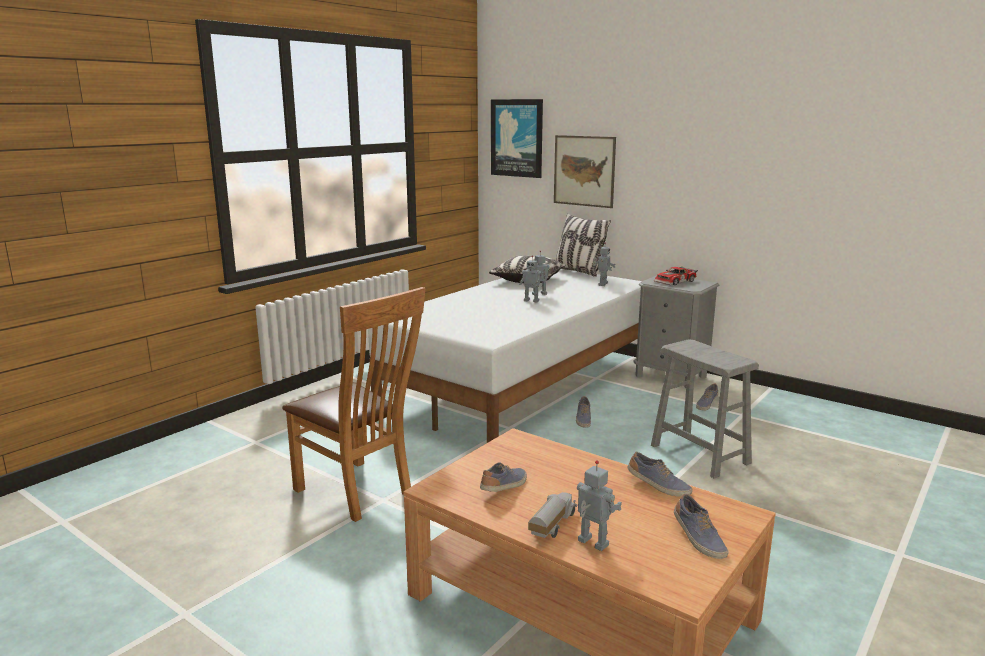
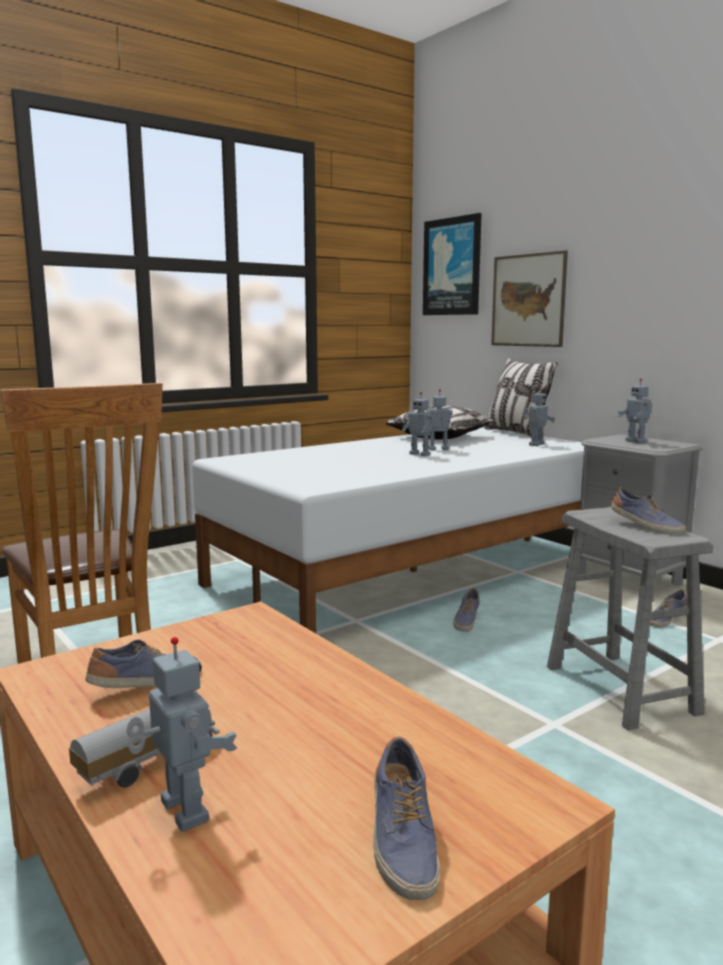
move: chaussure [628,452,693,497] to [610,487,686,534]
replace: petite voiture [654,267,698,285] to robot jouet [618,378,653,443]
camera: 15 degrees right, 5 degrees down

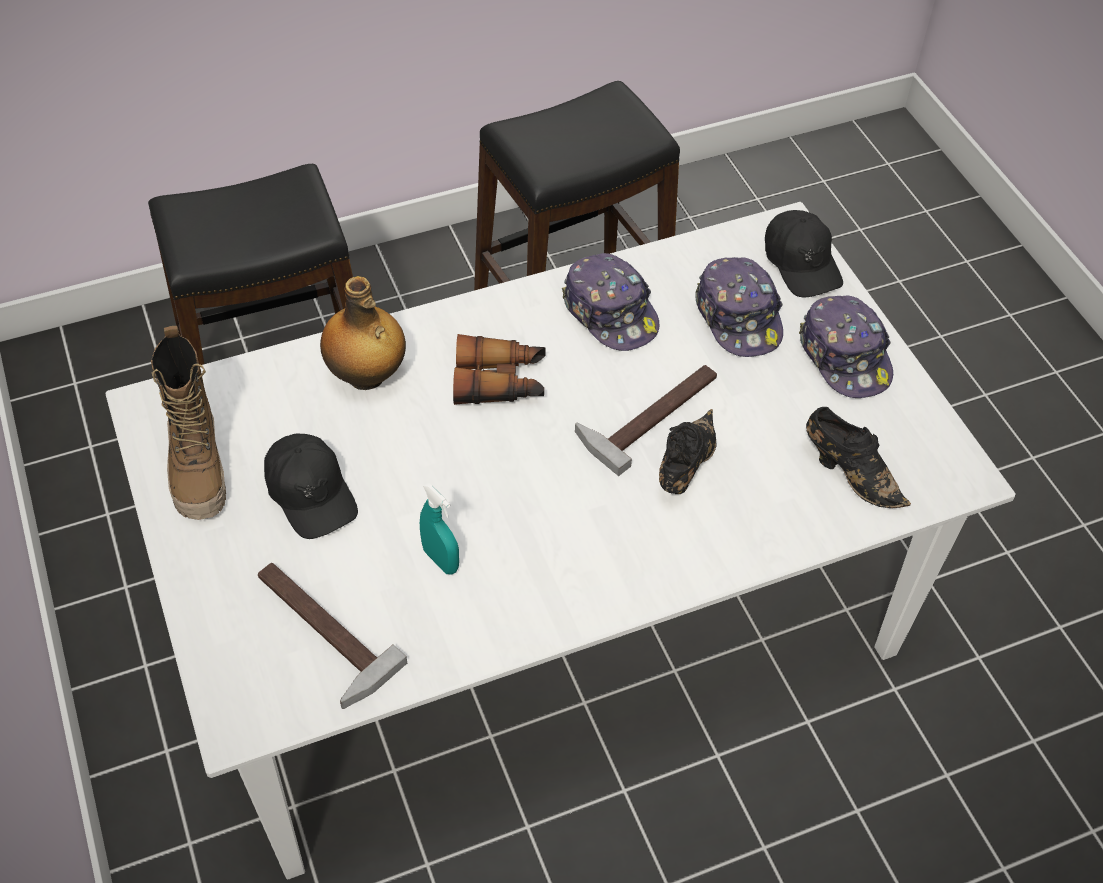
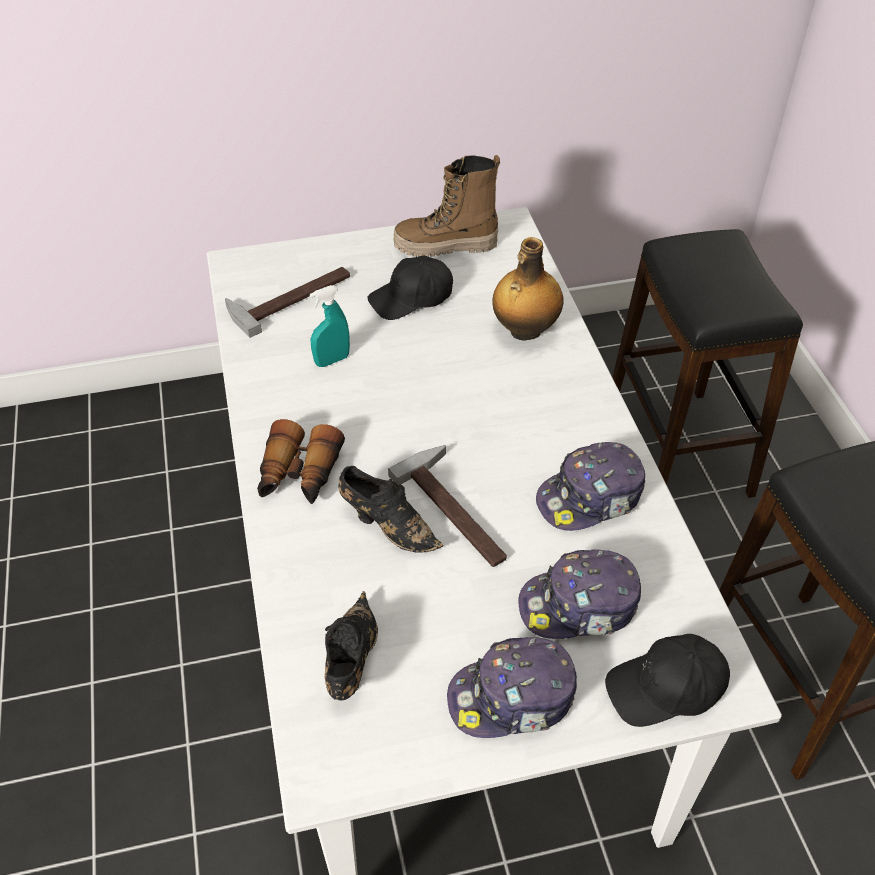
move: jumelles [453,334,546,405] to [257,419,345,504]
rotate: chaussure/noir [806,407,911,508] = [325,591,378,700] 135 degrees clockwise
camera: 100 degrees right, 5 degrees down

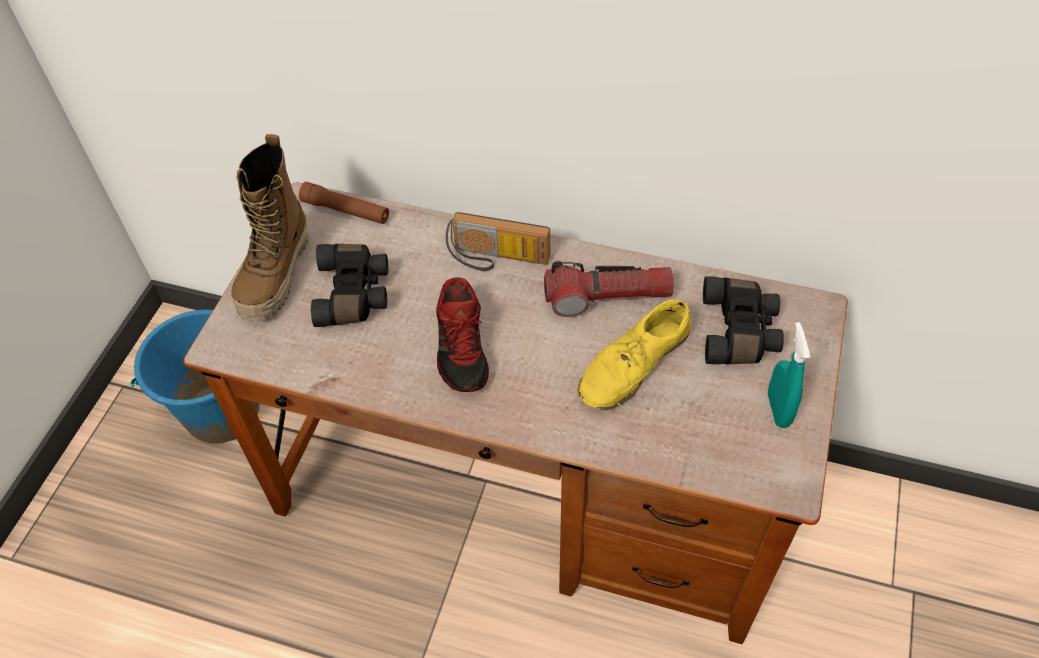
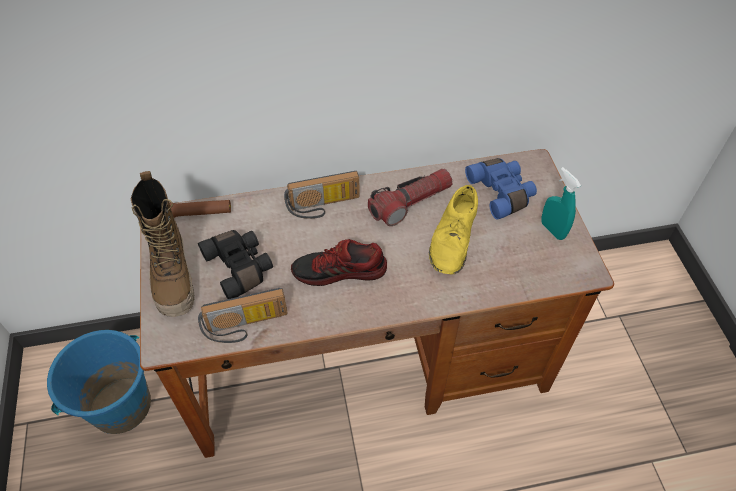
insert: radio [198,288,288,343]
recolor: jumelles/noir [703,276,784,364] to jumelles/bleu [465,158,537,220]
rotate: chaussure [436,277,489,392] = [291,239,387,286] 120 degrees clockwise
camera: 30 degrees left, 0 degrees up

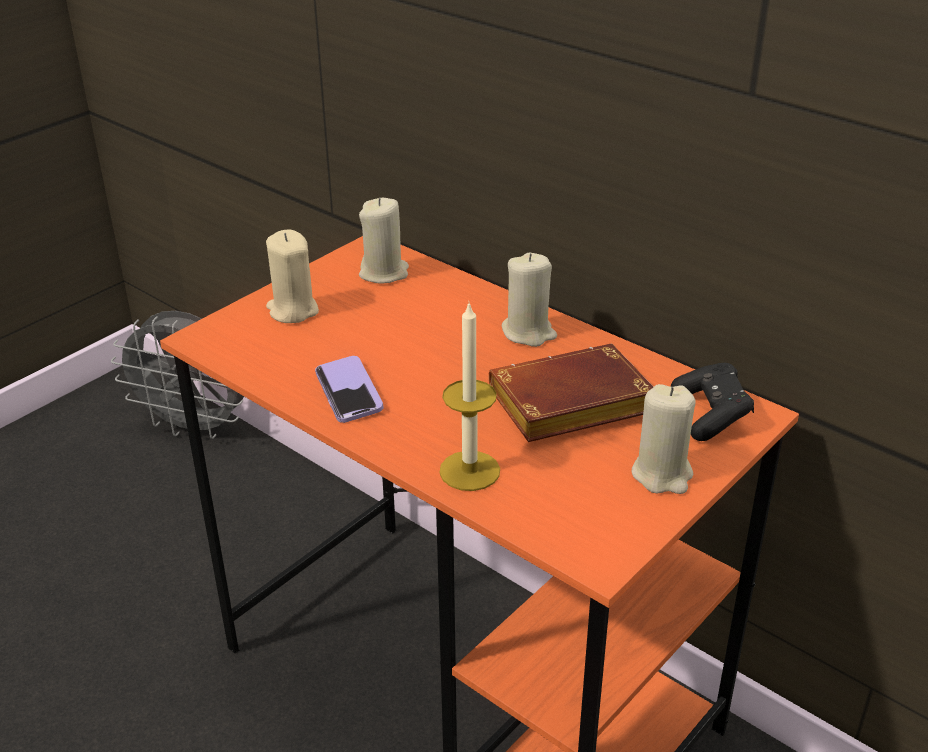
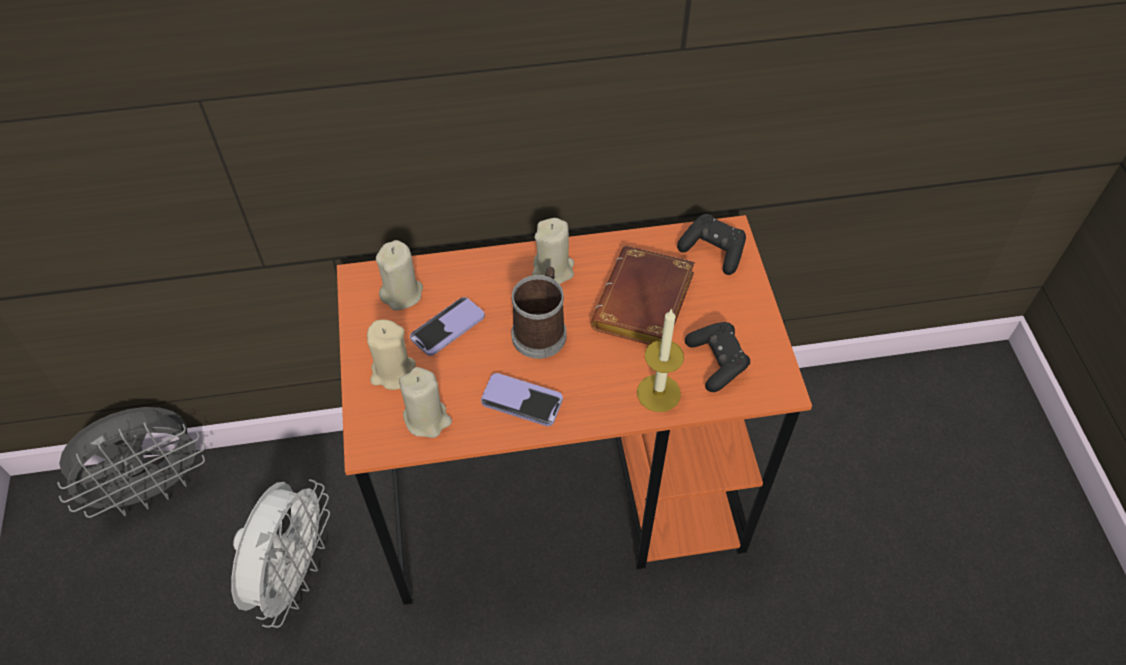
insert: ventilateur/blanc [231,479,330,628]; téléphone [410,297,485,356]; mug [511,267,567,359]; manette/noir [685,322,750,392]
move: bougie/beige [632,384,696,494] to [399,367,452,438]
camera: 50 degrees left, 20 degrees up

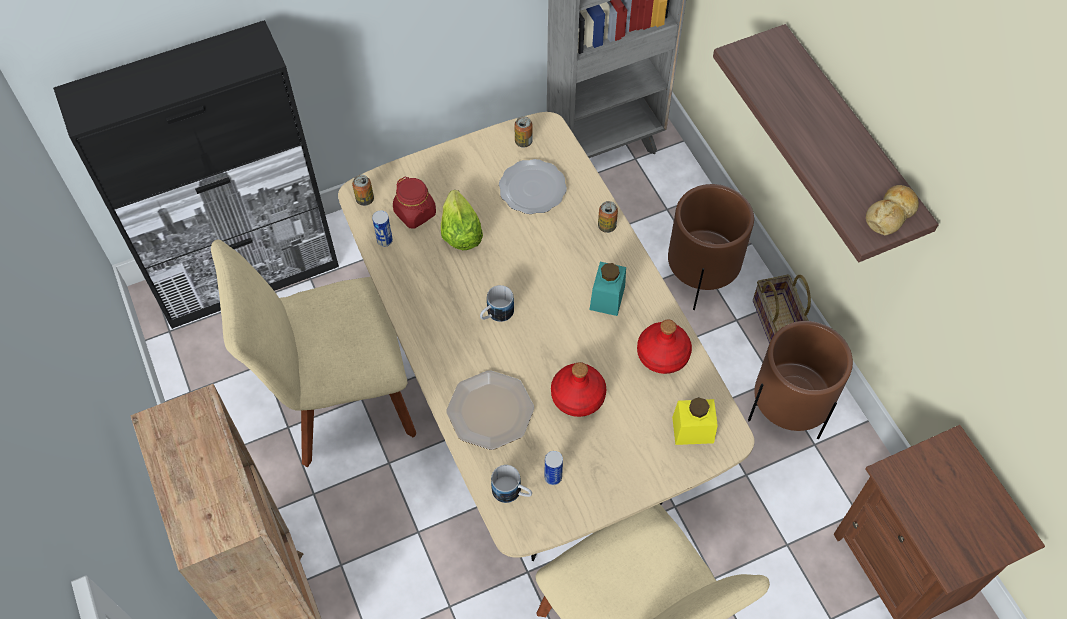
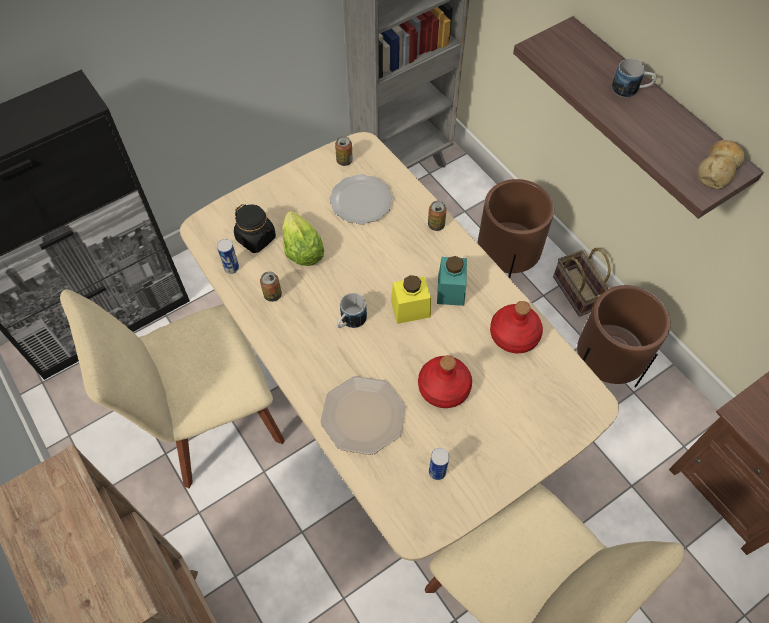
move: boîte métallique [352,174,374,206] to [260,272,282,302]; bocal/jaune [672,397,718,445] to [391,275,431,324]; mug [491,465,532,503] to [612,59,657,98]
recolor: bocal/rouge [393,177,436,229] to bocal/noir [234,204,276,253]
camera: 10 degrees left, 0 degrees up

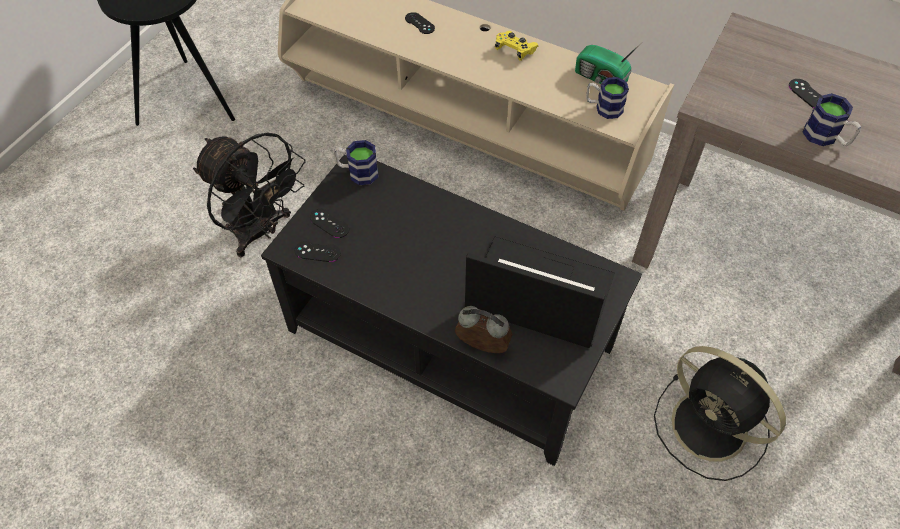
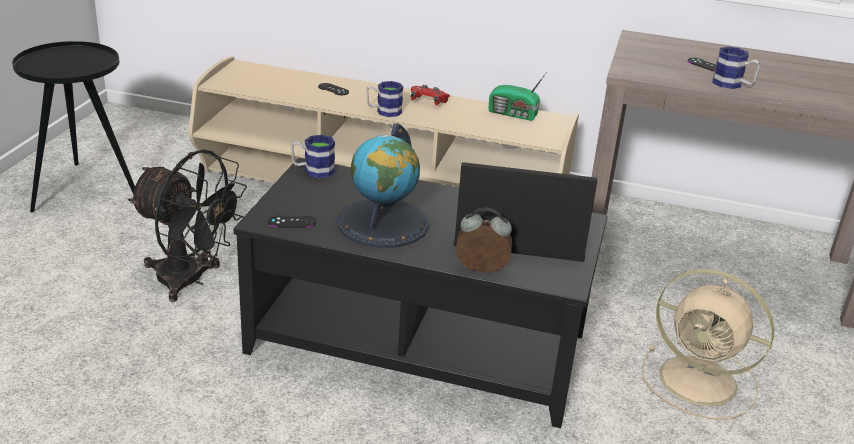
delete: manette/noir [310,209,349,238]
insert: globe [337,123,430,248]
move: mug [586,77,629,119] to [366,81,403,117]
recolor: manette/jaune [495,31,538,61] to manette/rouge [411,85,450,106]; ventilateur/noir [654,346,786,481] to ventilateur/beige [642,269,774,420]
camera: 15 degrees left, 25 degrees down

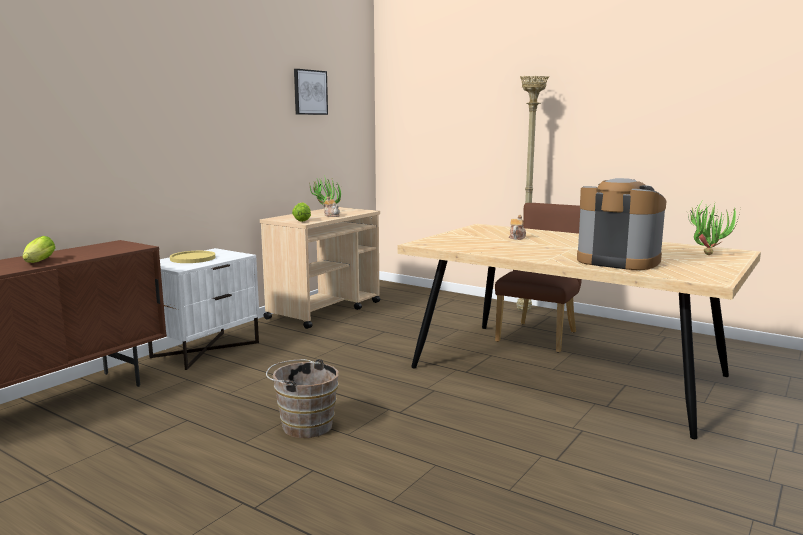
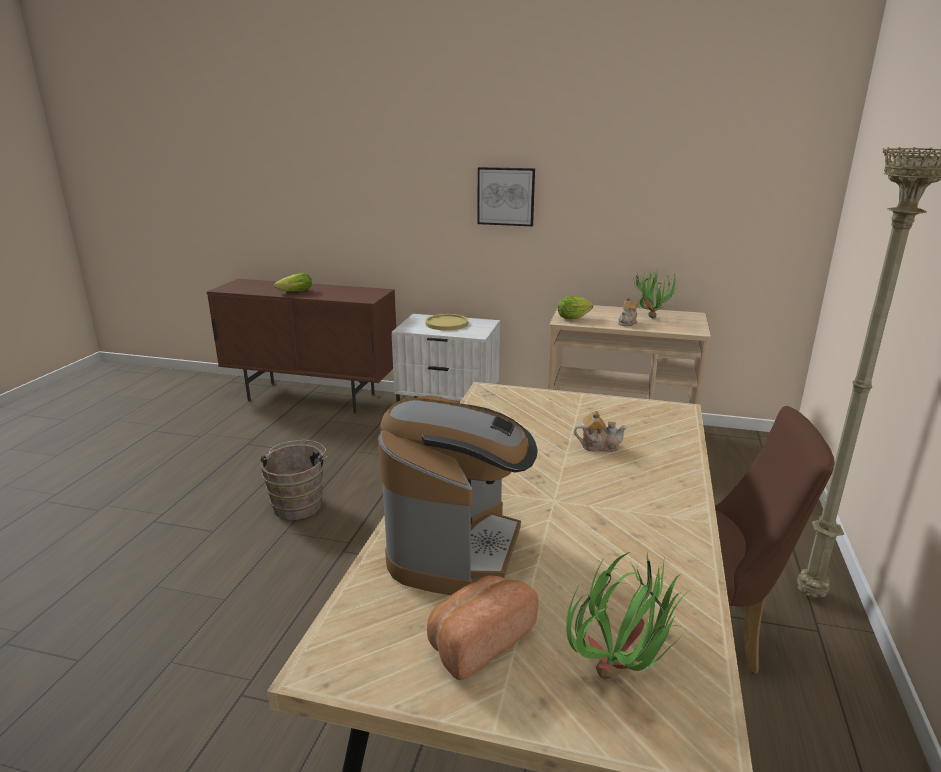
insert: pain [427,575,538,680]
move: tableau [294,69,328,115] to [477,167,535,226]
camera: 70 degrees right, 10 degrees up

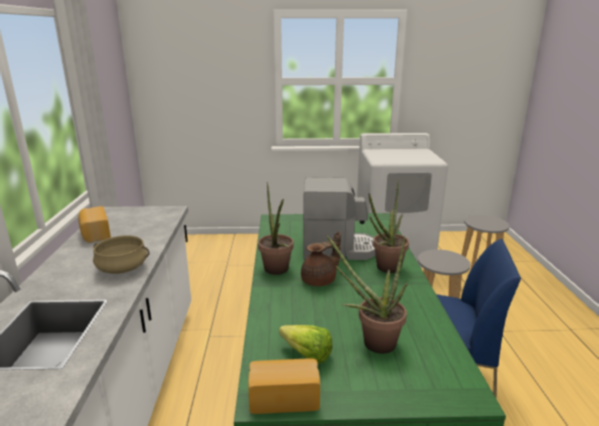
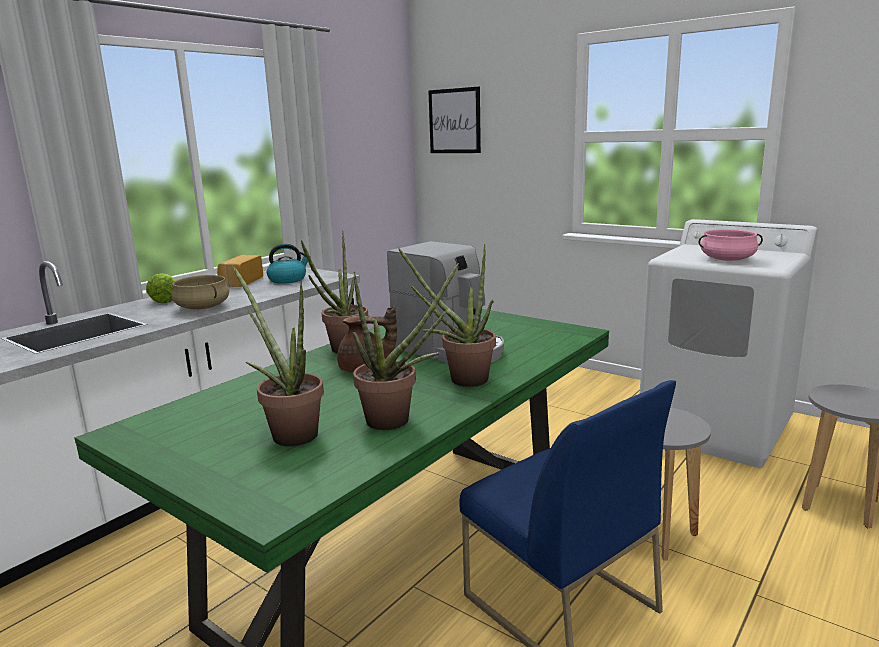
delete: pain [248,358,320,414]
insert: bouilloire [267,244,311,284]; plante en pot [353,263,459,430]; tableau [428,87,481,153]; marmite/rose [699,229,763,261]
move: laitue [279,325,333,363] to [146,273,175,303]
camera: 40 degrees right, 5 degrees down

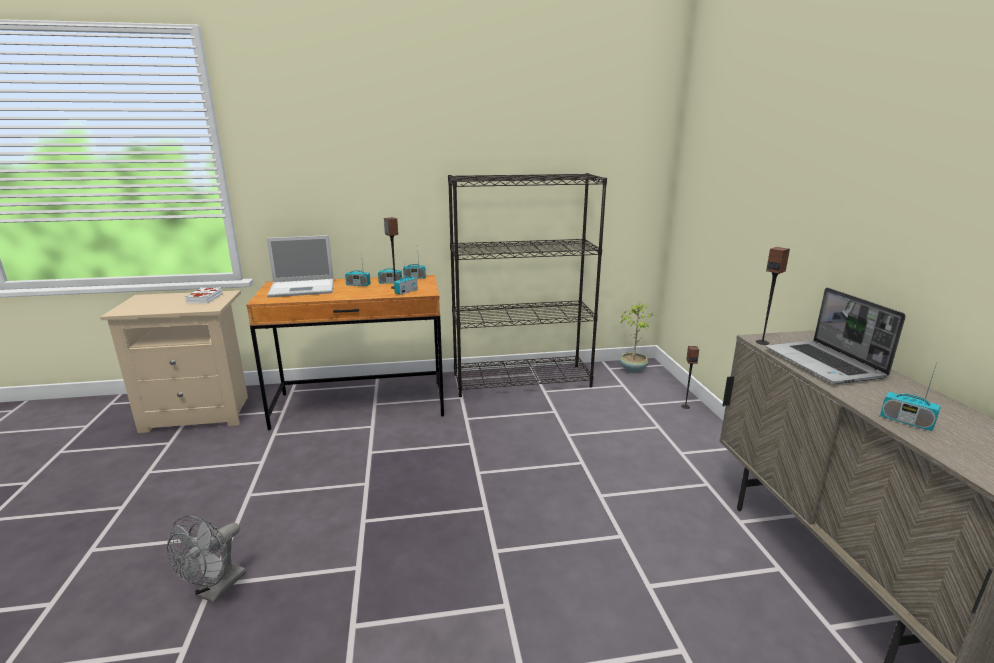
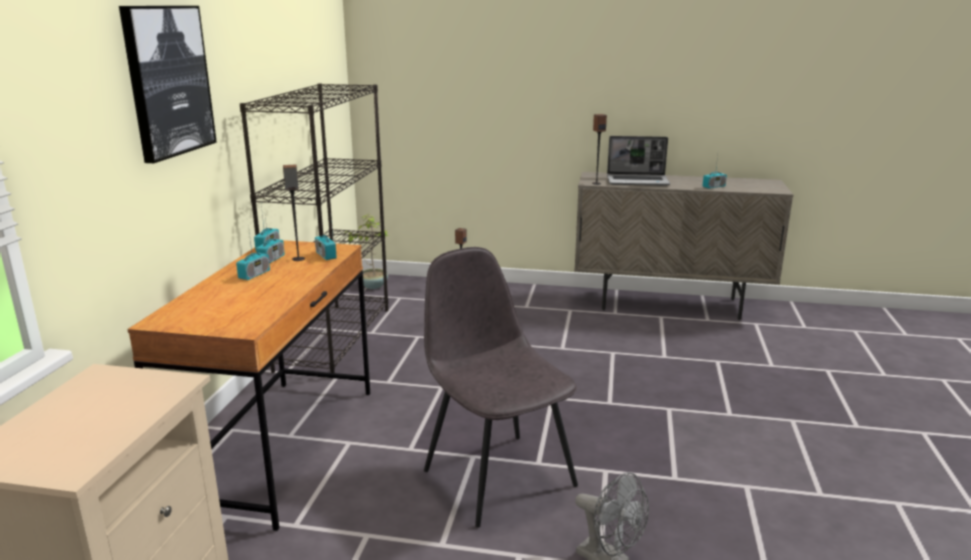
delete: livre/blanc [185,287,223,303]; ordinateur portable [267,235,334,298]
insert: tableau [119,6,217,163]; chaise/gris [424,247,578,528]
camera: 70 degrees left, 0 degrees up

